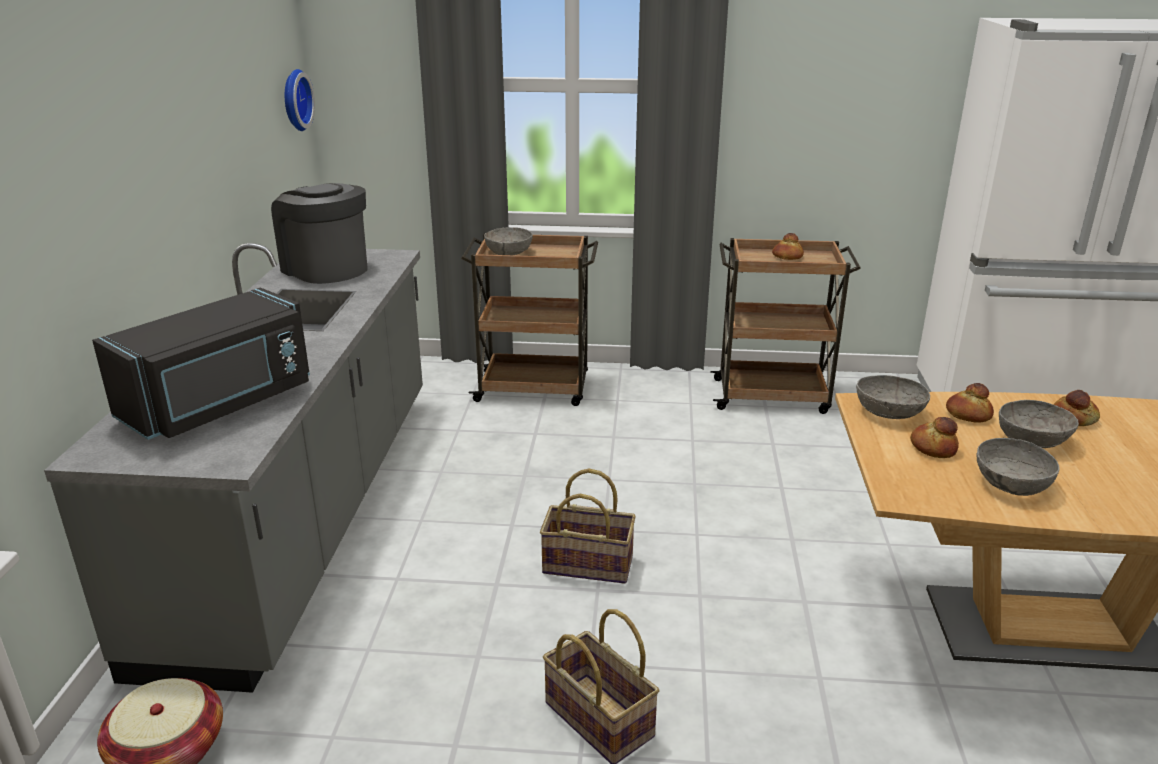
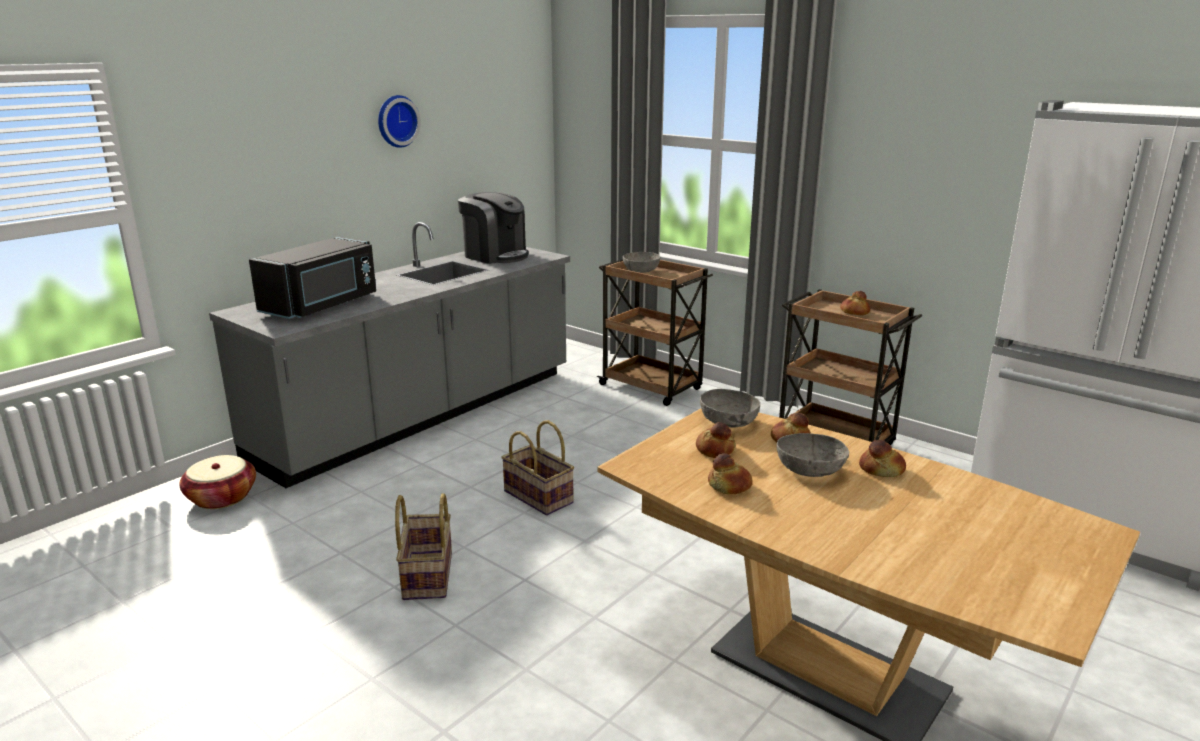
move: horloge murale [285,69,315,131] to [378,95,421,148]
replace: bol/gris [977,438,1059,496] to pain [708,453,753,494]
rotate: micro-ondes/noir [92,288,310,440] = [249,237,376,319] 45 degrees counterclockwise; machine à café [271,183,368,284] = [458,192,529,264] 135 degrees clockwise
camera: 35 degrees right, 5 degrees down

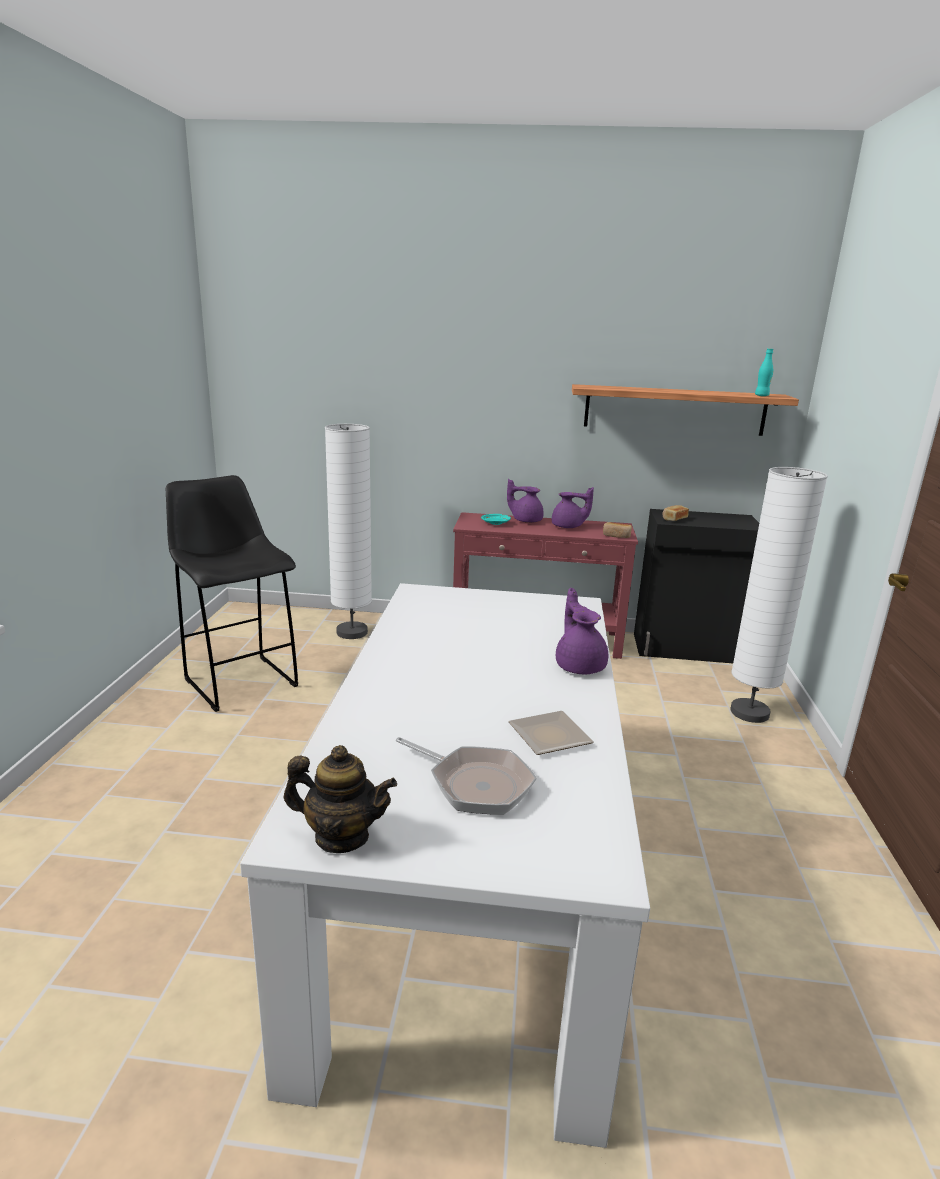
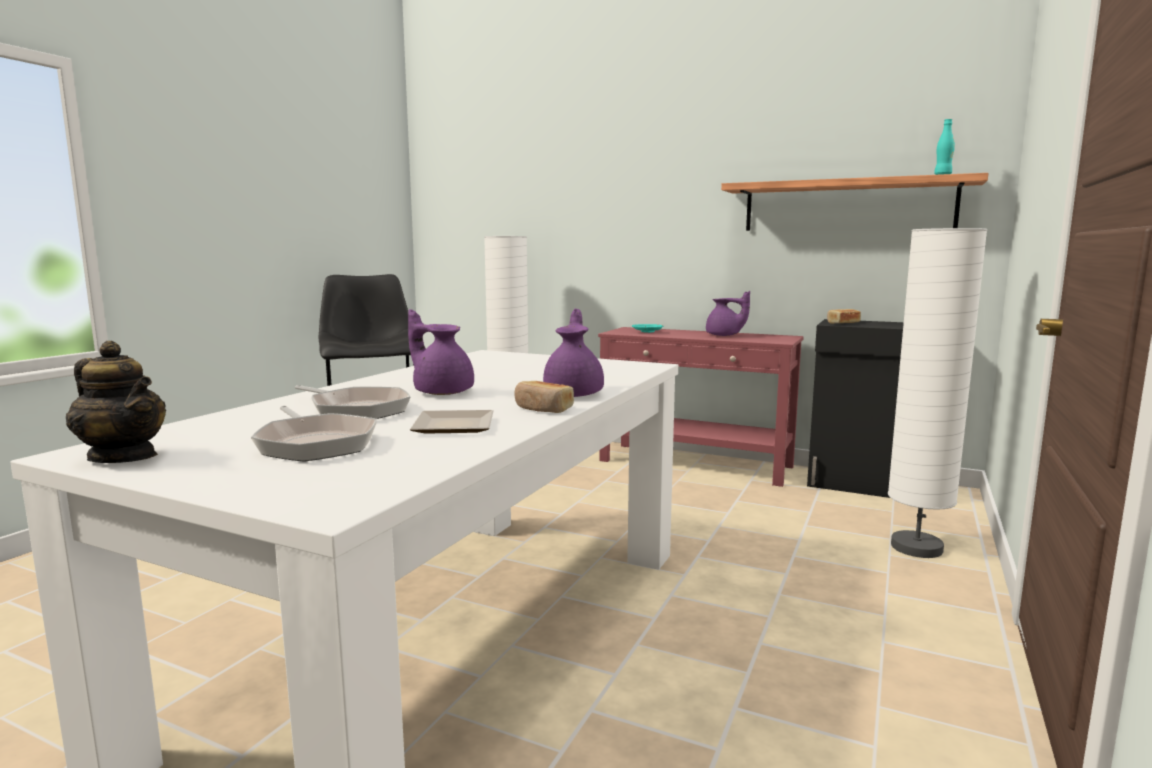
insert: poêle [295,385,411,419]
move: théière/violet [507,479,544,523] to [408,309,474,395]; pain [603,522,632,538] to [514,381,574,413]
camera: 20 degrees right, 10 degrees down

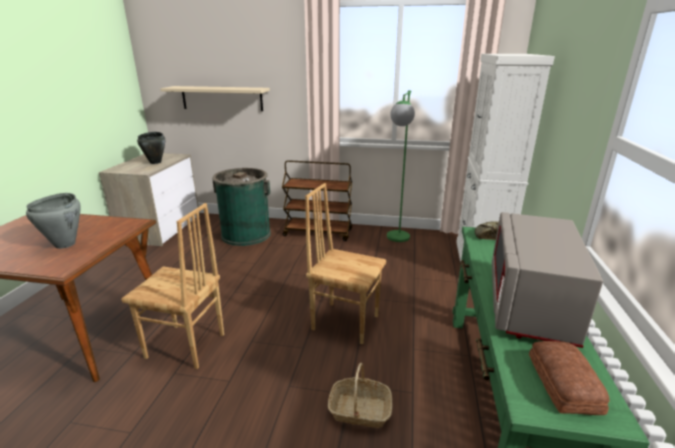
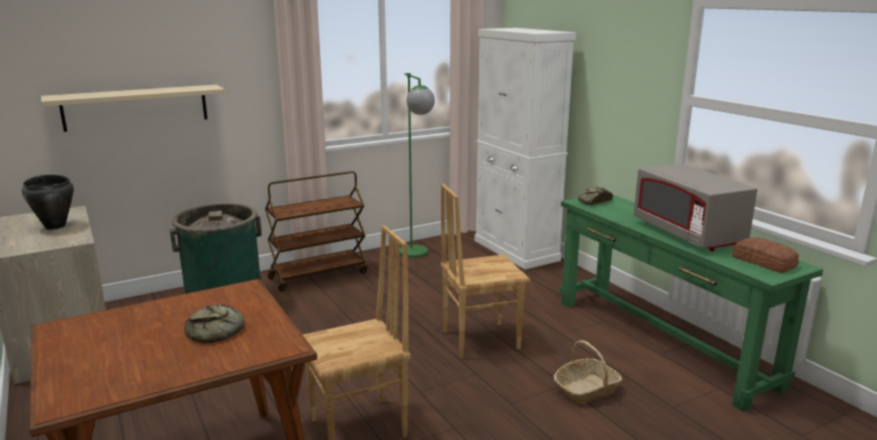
replace: marmite/gris [26,193,81,249] to pain [184,304,245,344]
camera: 40 degrees left, 5 degrees down

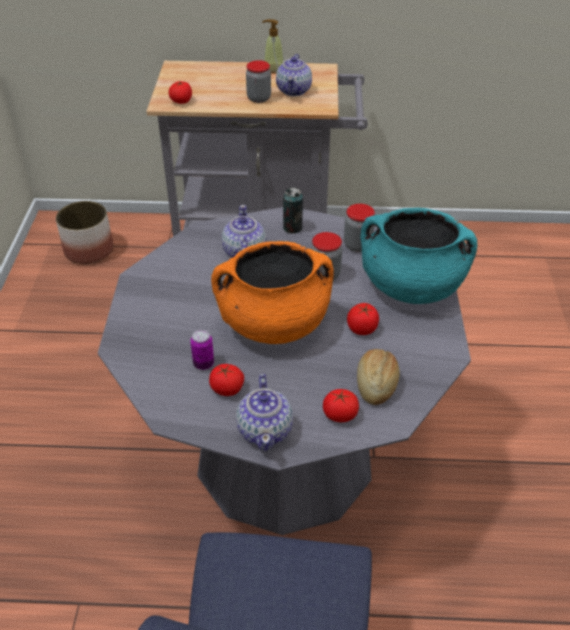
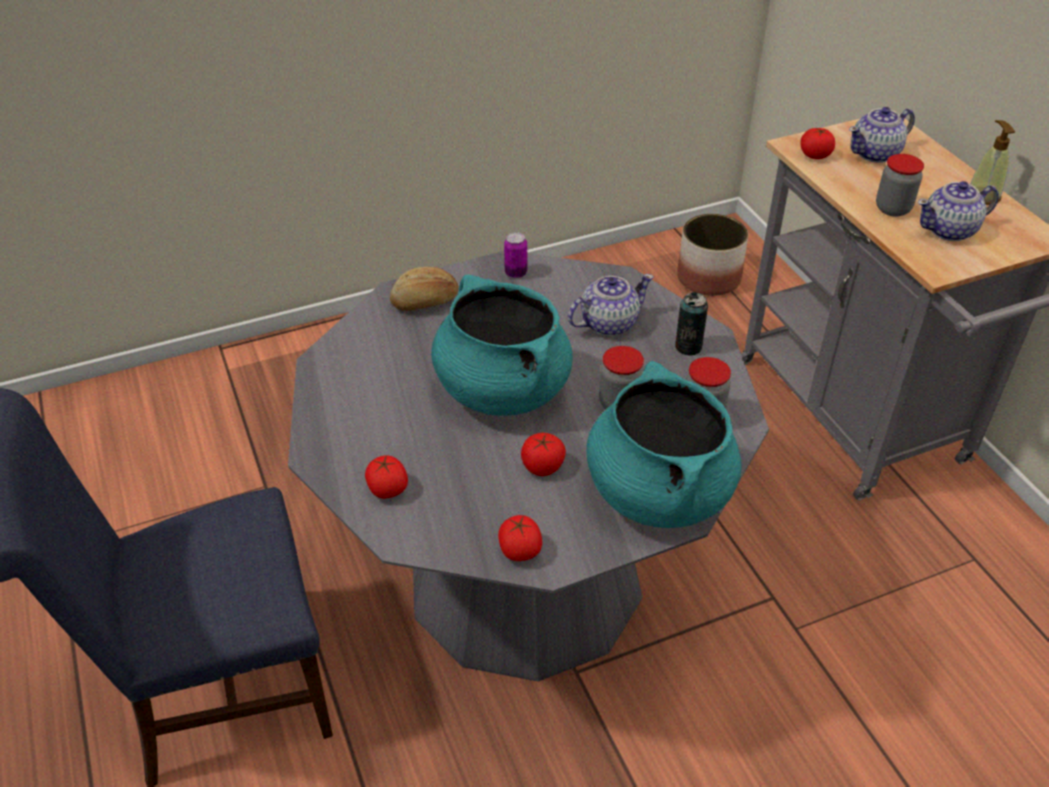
move: pain [357,349,400,405] to [390,267,459,311]; tomate [209,364,244,396] to [498,515,542,561]; boîte métallique [190,330,214,370] to [504,232,527,278]; théière [236,374,293,451] to [849,107,915,163]
recolor: marmite/orange [211,241,334,344] to marmite/turquoise [431,275,572,416]
camera: 65 degrees right, 0 degrees up

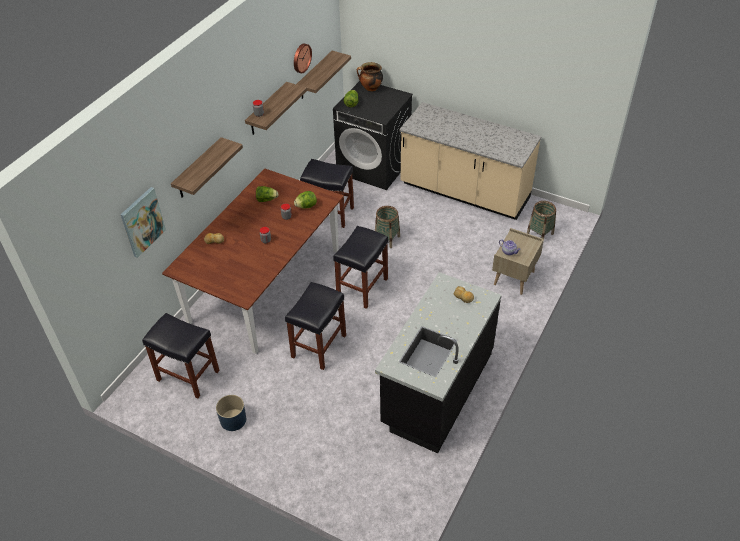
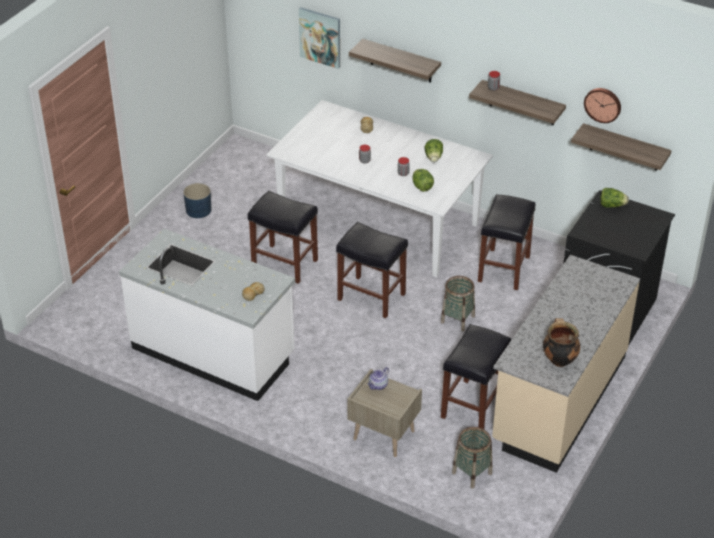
move: tabouret/noir [142,313,220,398] to [441,324,511,429]; marmite [357,62,383,92] to [543,318,580,367]
recolor: comptoir de cuisine/noir [375,272,502,453] to comptoir de cuisine/blanc [119,229,295,401]; table à manger/marron [162,169,344,354] to table à manger/blanc [266,100,493,277]
camera: 90 degrees right, 5 degrees down

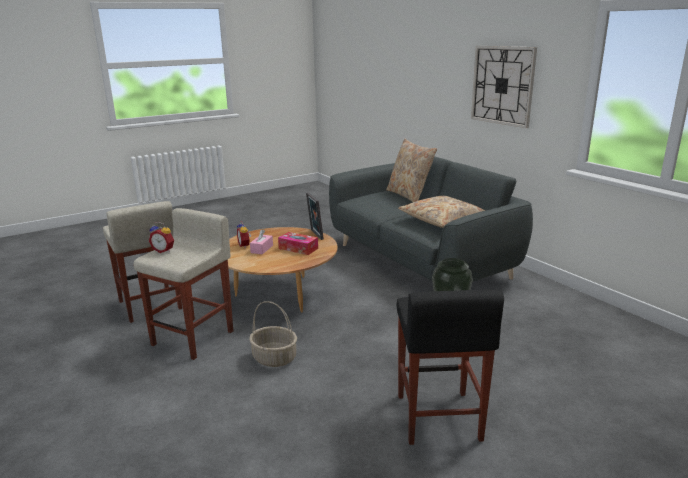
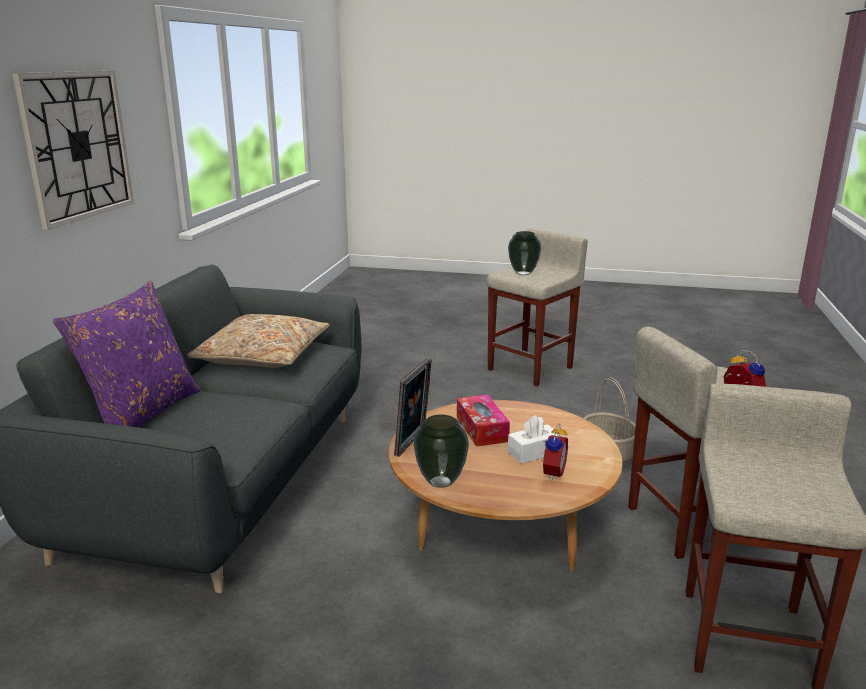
insert: vase [413,415,469,488]
recolor: coussin/beige [386,139,437,202] to coussin/violet [53,281,200,428]; tabouret/noir [397,290,504,445] to tabouret/beige [487,228,588,386]; boîte à mouchoirs/rose [250,229,273,254] to boîte à mouchoirs/blanc [508,415,562,464]
camera: 135 degrees left, 0 degrees up

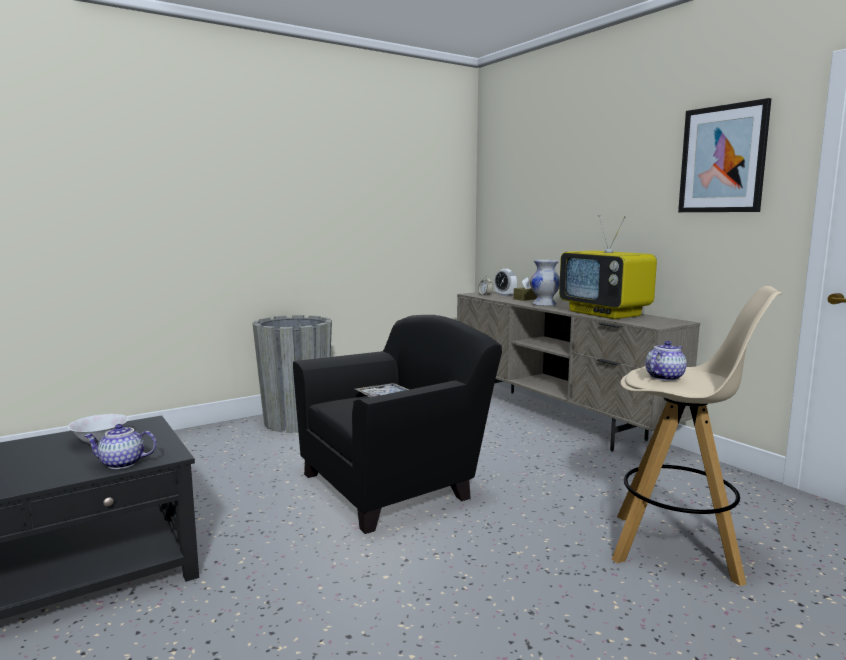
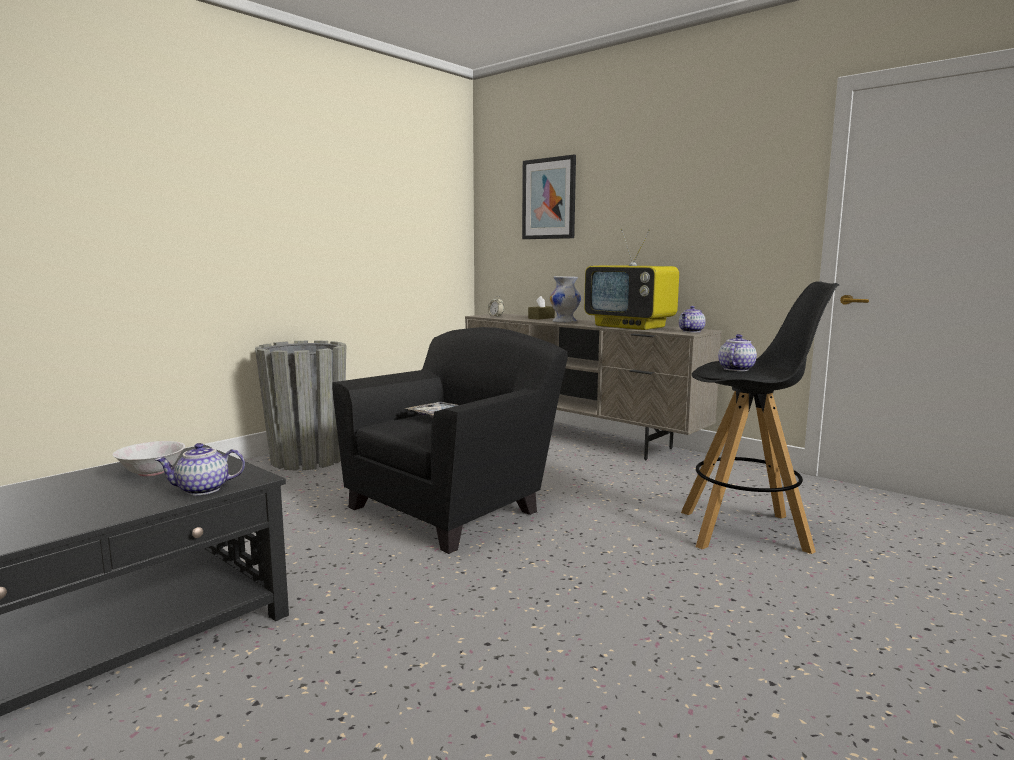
delete: réveil [495,269,517,296]
insert: théière [679,306,706,332]
move: tableau [678,98,771,212] to [522,155,576,239]
recolor: tabouret/beige [612,286,782,586] to tabouret/noir [681,281,839,554]
camera: 15 degrees left, 0 degrees up

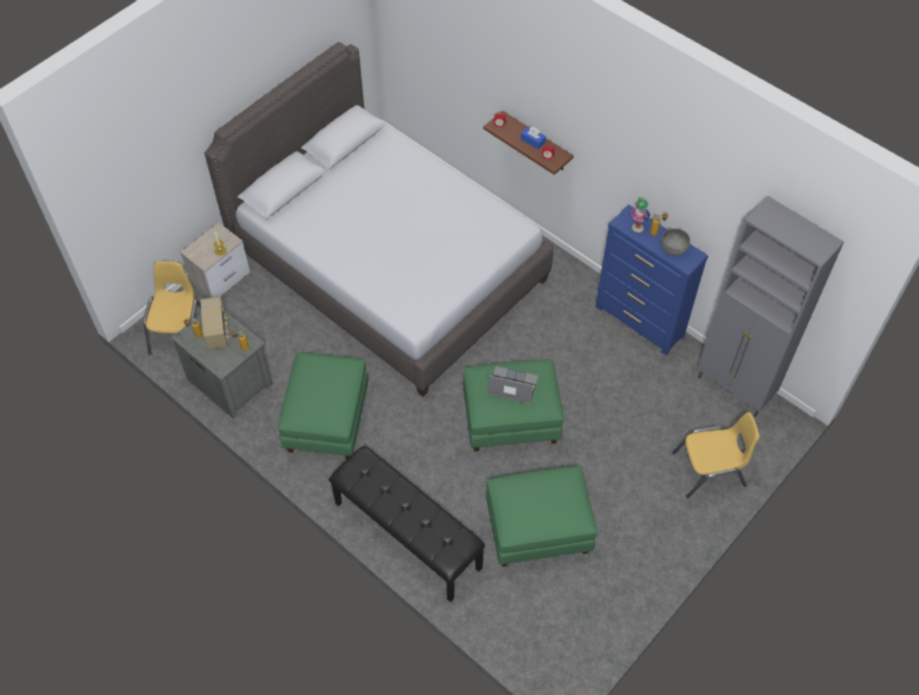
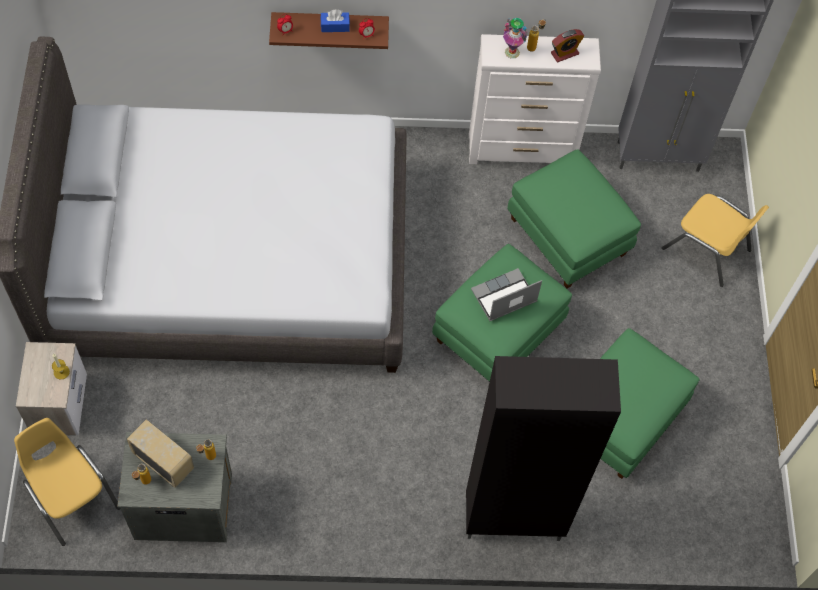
move: pouf/vert [278,352,369,459] to [508,149,641,289]
replace: banc/noir [329,446,485,602] to meuble de rangement/noir [466,356,621,541]; bol/gris [661,228,690,256] to réveil [551,29,584,62]
recolor: commode/bleu [595,205,708,356] to commode/blanc [469,34,601,164]
rotate: chaise/jaune [672,412,759,498] = [662,194,769,287] 90 degrees clockwise
camera: 45 degrees left, 5 degrees up

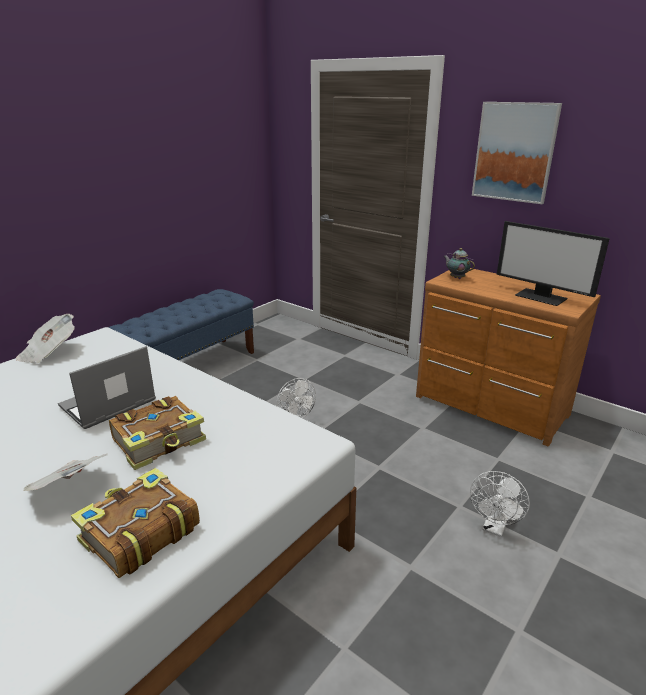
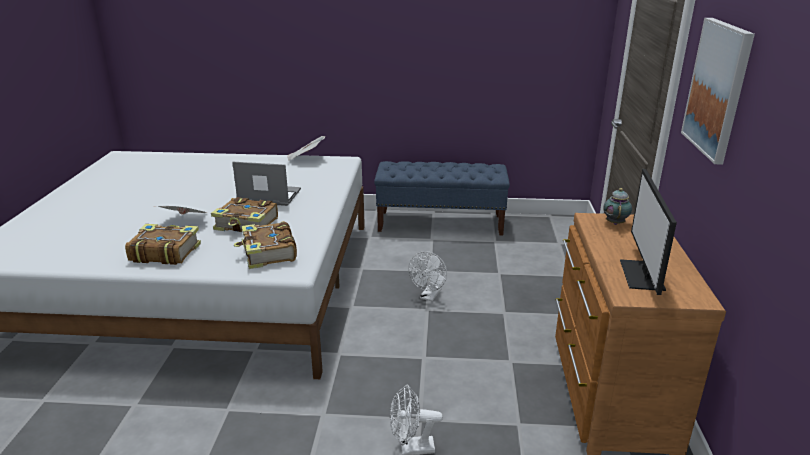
insert: livre [234,221,297,269]
camera: 55 degrees right, 0 degrees up

